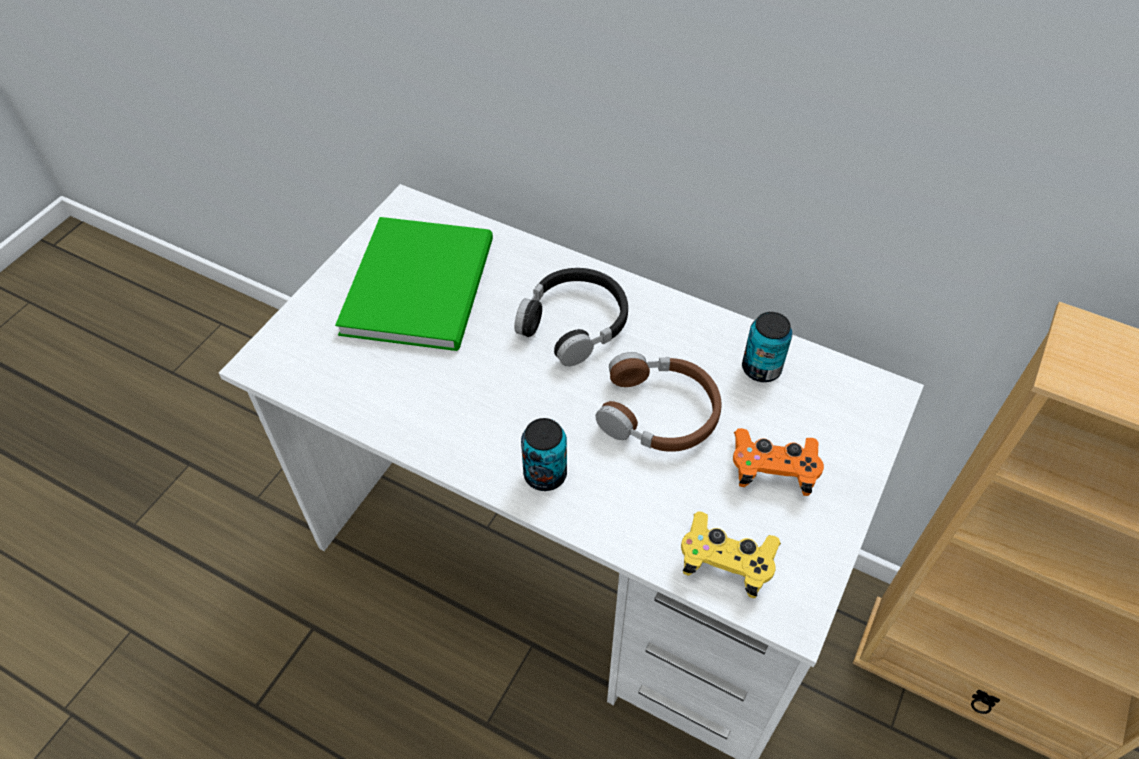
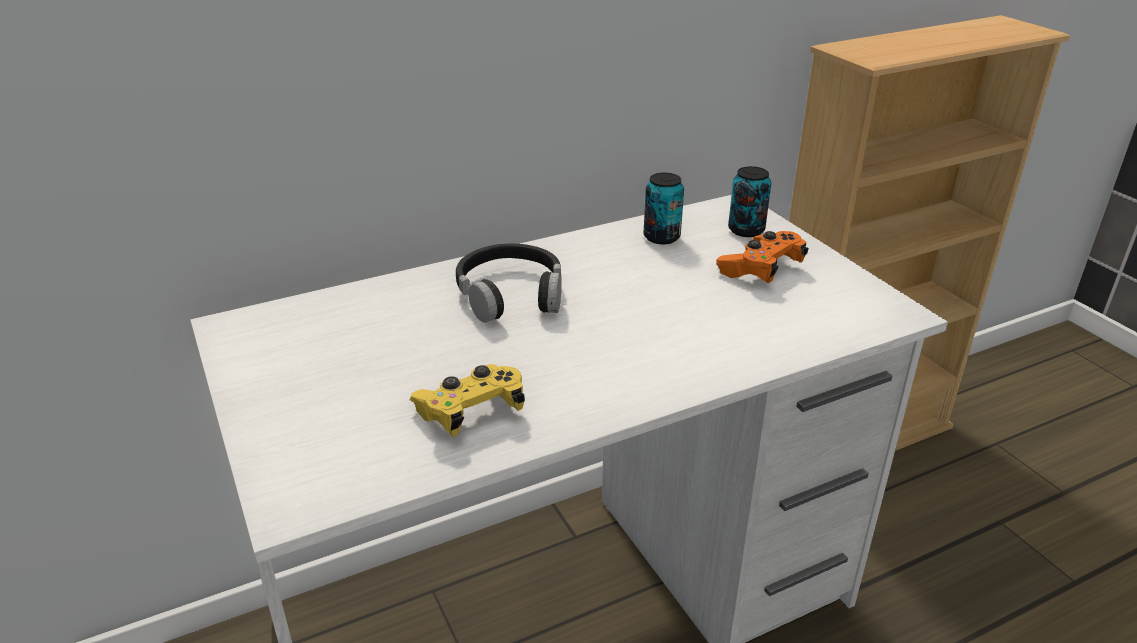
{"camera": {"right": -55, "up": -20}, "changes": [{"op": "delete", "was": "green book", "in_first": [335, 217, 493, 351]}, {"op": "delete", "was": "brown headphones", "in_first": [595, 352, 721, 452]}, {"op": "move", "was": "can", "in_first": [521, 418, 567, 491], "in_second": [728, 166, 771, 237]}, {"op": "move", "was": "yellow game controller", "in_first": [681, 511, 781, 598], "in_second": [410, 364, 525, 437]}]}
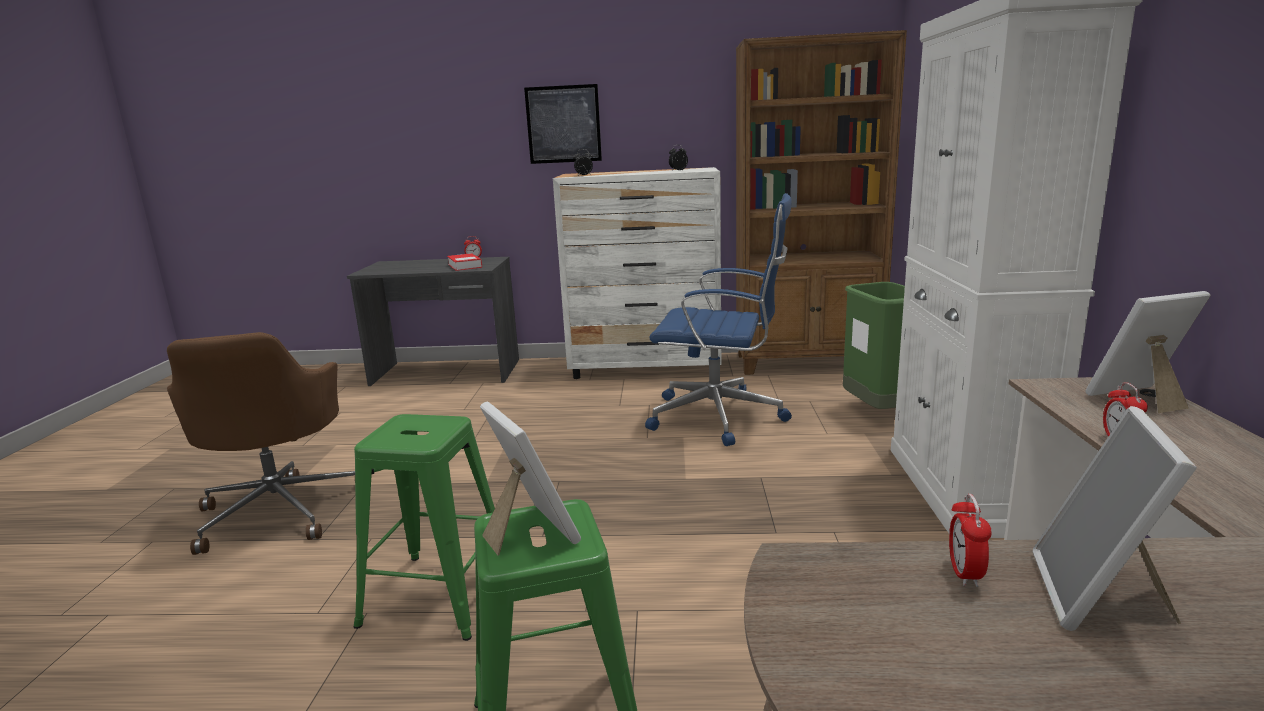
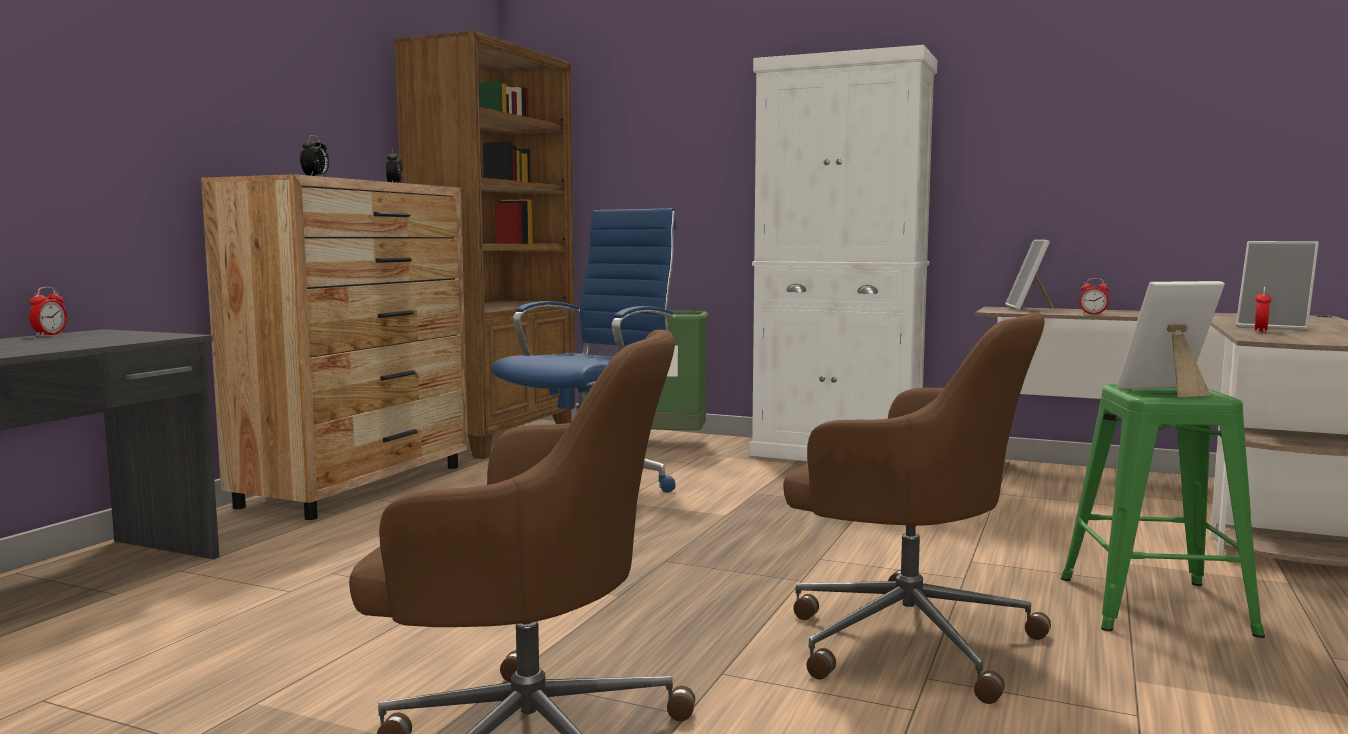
{"camera": {"right": -70, "up": -10}, "changes": [{"op": "delete", "was": "book", "in_first": [447, 253, 482, 271]}, {"op": "delete", "was": "picture", "in_first": [524, 84, 602, 164]}, {"op": "replace", "was": "green stool", "now": "brown office chair", "in_first": [354, 414, 495, 641], "in_second": [783, 312, 1051, 704]}, {"op": "recolor", "was": "white dresser", "now": "brown dresser", "in_first": [553, 167, 721, 379], "in_second": [201, 174, 468, 520]}, {"op": "rotate", "was": "alarm clock", "in_first": [949, 494, 992, 587], "in_second": [1255, 287, 1272, 333], "clockwise": -90}]}
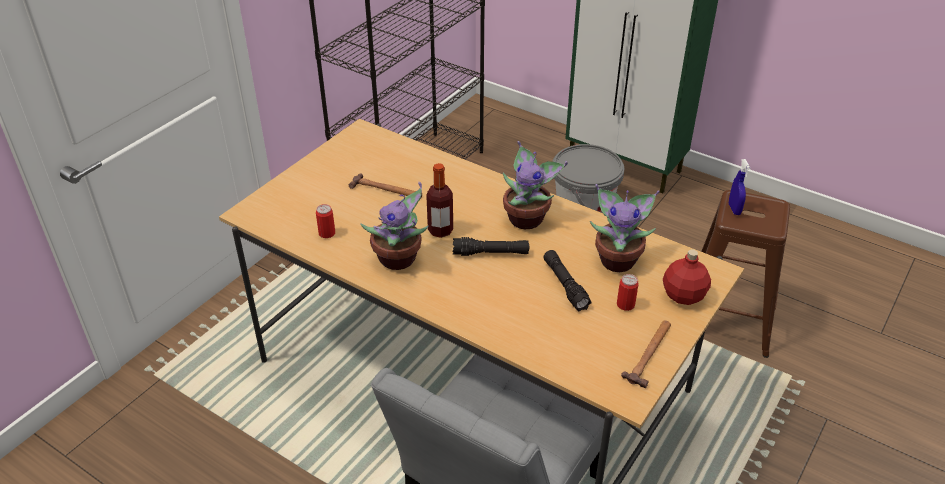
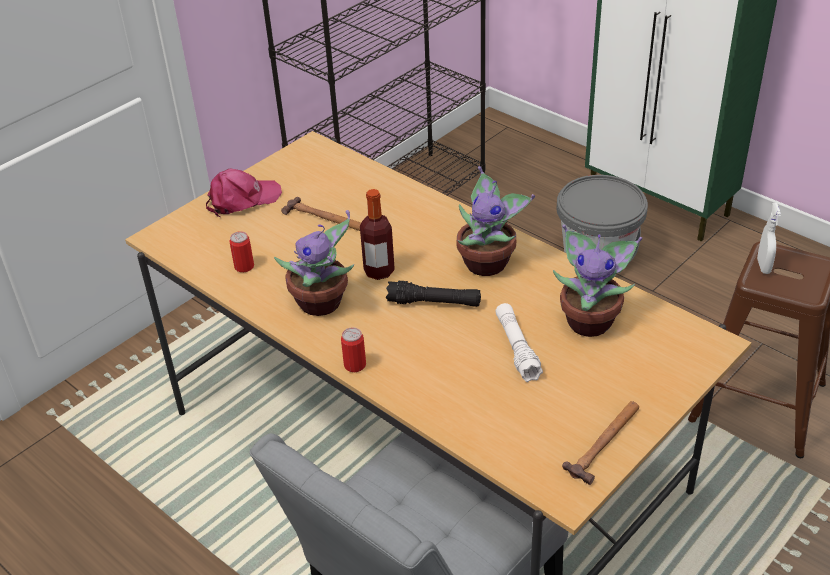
{"camera": {"right": 10, "up": 0}, "changes": [{"op": "delete", "was": "red bottle", "in_first": [663, 249, 711, 305]}, {"op": "insert", "now": "pink cap", "in_second": [206, 168, 282, 217]}, {"op": "move", "was": "can", "in_first": [617, 274, 638, 311], "in_second": [341, 328, 366, 372]}, {"op": "recolor", "was": "black flashlight", "now": "white flashlight", "in_first": [543, 250, 592, 312], "in_second": [496, 303, 543, 382]}, {"op": "recolor", "was": "blue spray bottle", "now": "white spray bottle", "in_first": [729, 159, 750, 215], "in_second": [757, 203, 781, 274]}]}
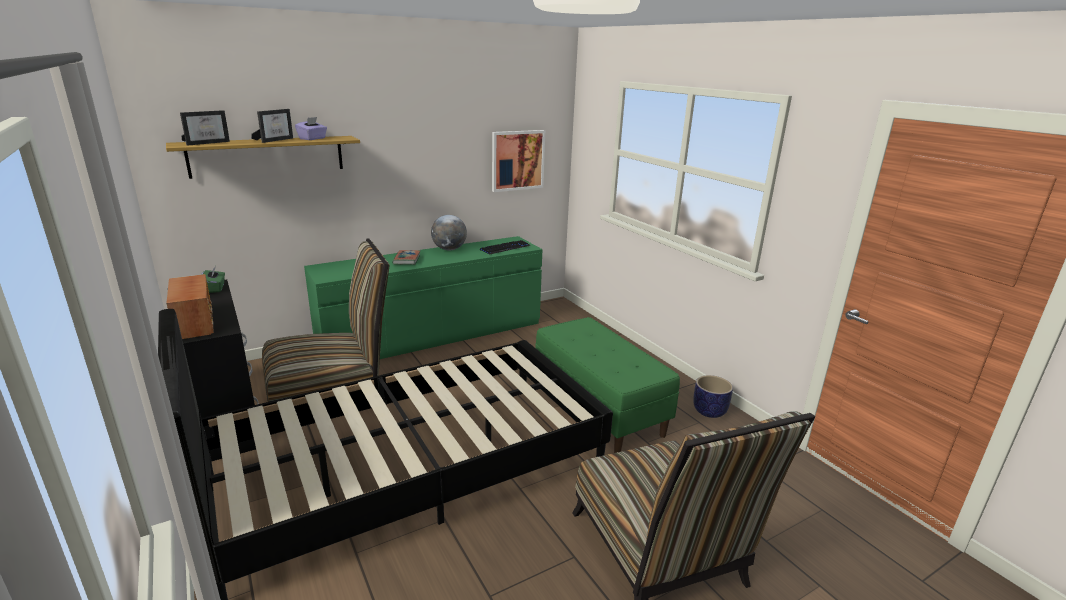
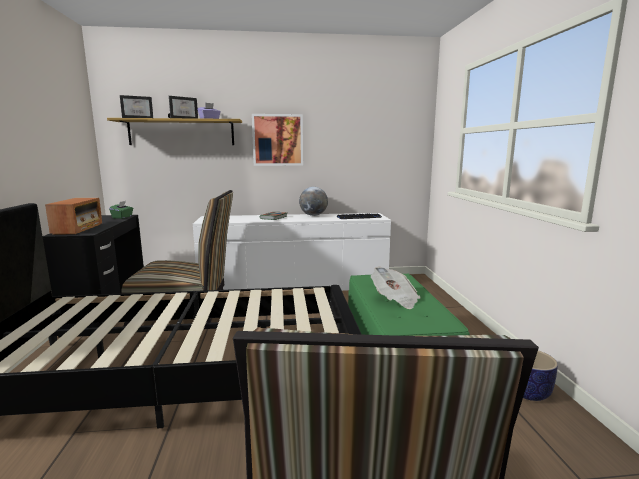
{"camera": {"right": 25, "up": -10}, "changes": [{"op": "insert", "now": "newspaper", "in_second": [371, 267, 420, 309]}, {"op": "move", "was": "picture", "in_first": [492, 130, 545, 192], "in_second": [252, 114, 303, 166]}, {"op": "recolor", "was": "green dresser", "now": "white dresser", "in_first": [304, 236, 542, 359], "in_second": [193, 213, 391, 291]}]}
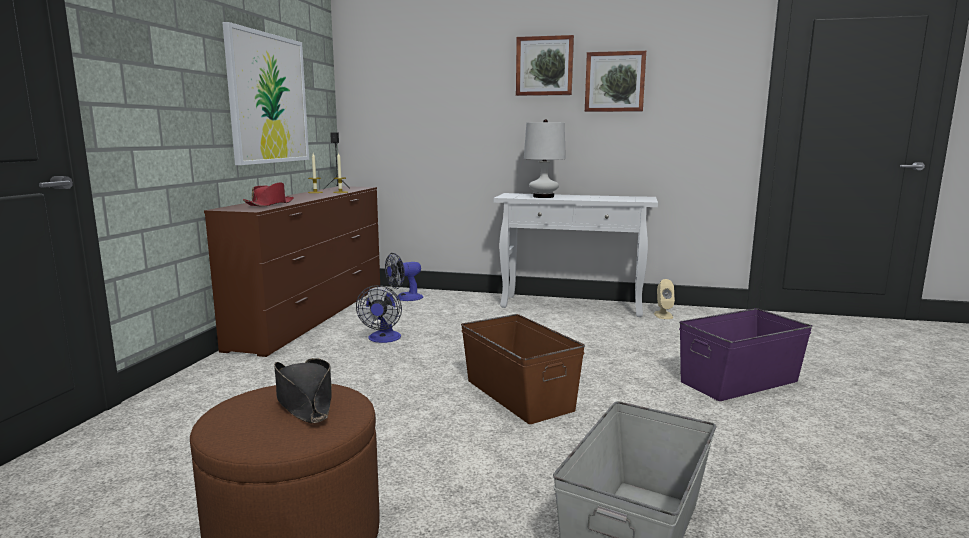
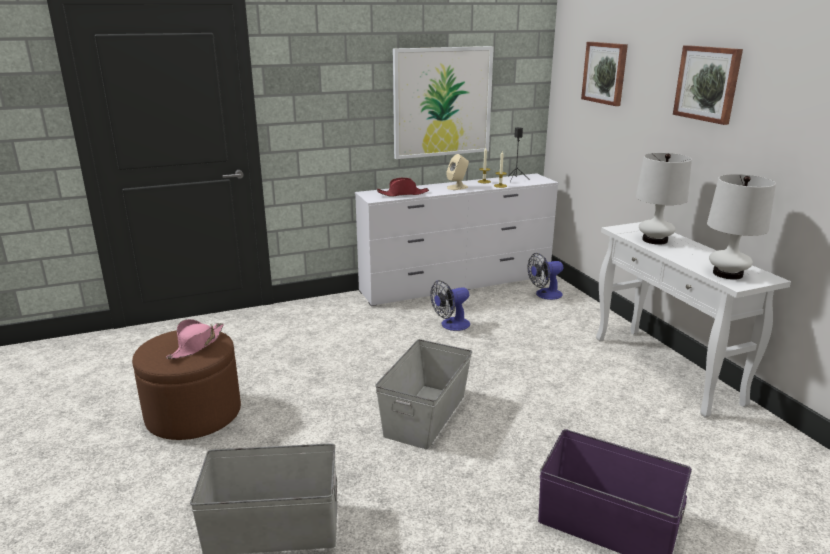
{"camera": {"right": 55, "up": 10}, "changes": [{"op": "insert", "now": "white table lamp", "in_second": [707, 174, 776, 280]}, {"op": "move", "was": "picture", "in_first": [585, 51, 646, 112], "in_second": [581, 42, 628, 106]}, {"op": "move", "was": "beige speaker", "in_first": [654, 279, 675, 319], "in_second": [446, 154, 469, 190]}, {"op": "recolor", "was": "brown dresser", "now": "white dresser", "in_first": [204, 186, 380, 357], "in_second": [355, 173, 559, 306]}, {"op": "recolor", "was": "black hat", "now": "pink hat", "in_first": [274, 358, 332, 423], "in_second": [166, 319, 224, 359]}, {"op": "recolor", "was": "brown storage box", "now": "grey storage box", "in_first": [461, 314, 585, 424], "in_second": [375, 339, 472, 449]}, {"op": "rotate", "was": "fan", "in_first": [385, 253, 423, 301], "in_second": [528, 253, 563, 300], "clockwise": -45}]}
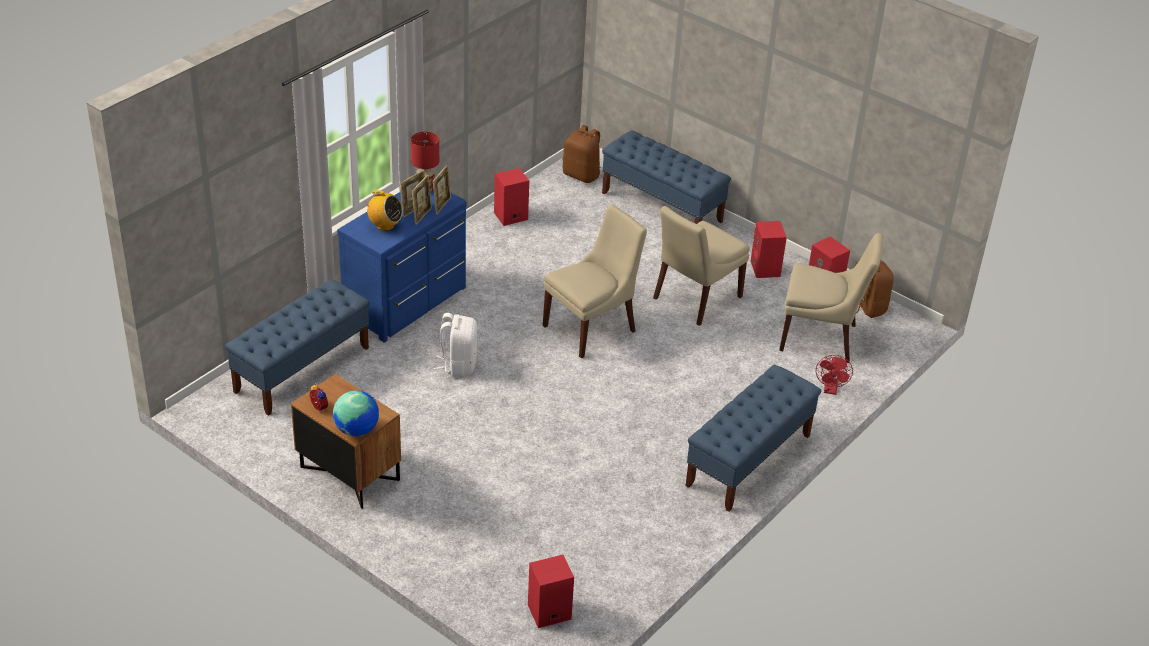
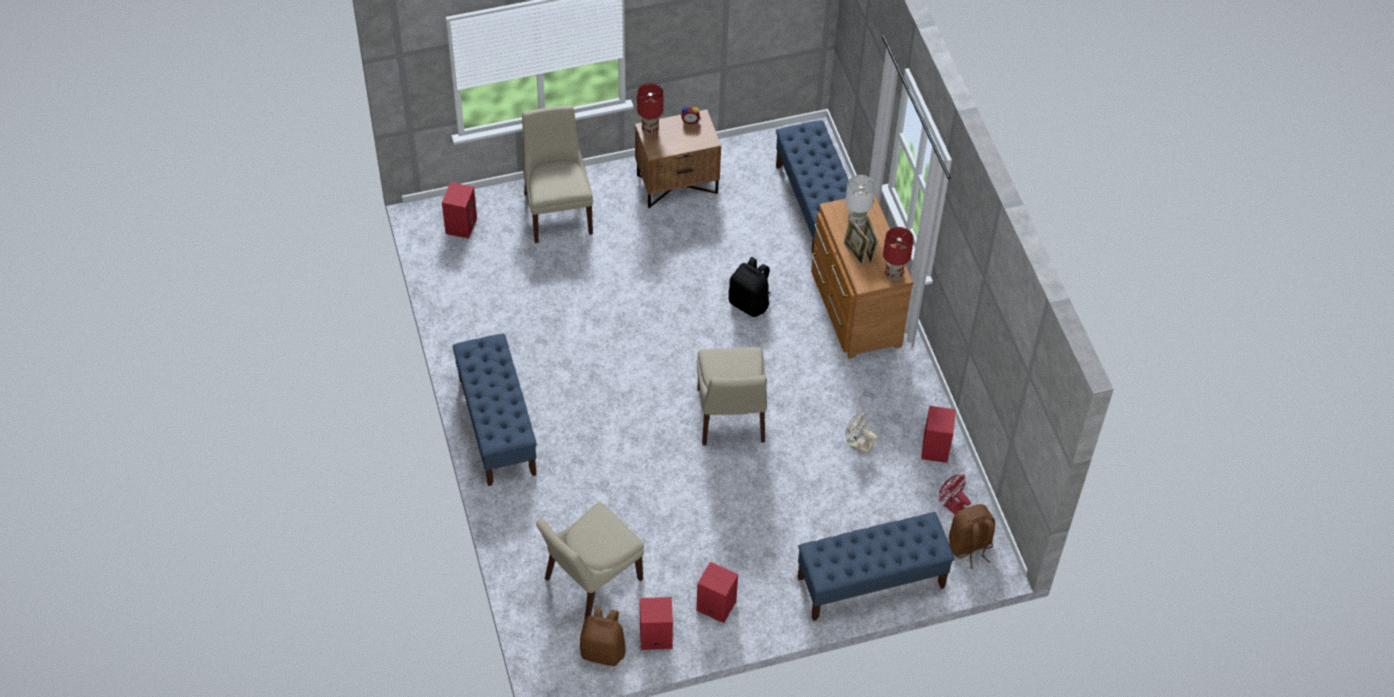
{"camera": {"right": 125, "up": 15}, "changes": [{"op": "delete", "was": "picture frame", "in_first": [433, 164, 451, 215]}, {"op": "insert", "now": "beige fan", "in_second": [845, 412, 878, 454]}, {"op": "move", "was": "beige chair", "in_first": [653, 206, 750, 326], "in_second": [522, 105, 593, 243]}, {"op": "move", "was": "red fan", "in_first": [816, 355, 853, 395], "in_second": [939, 475, 971, 514]}, {"op": "replace", "was": "globe", "now": "red table lamp", "in_first": [333, 391, 379, 437], "in_second": [637, 83, 664, 136]}, {"op": "replace", "was": "radio", "now": "white table lamp", "in_first": [363, 190, 403, 231], "in_second": [845, 175, 875, 228]}, {"op": "recolor", "was": "blue dresser", "now": "brown dresser", "in_first": [337, 190, 467, 343], "in_second": [811, 193, 914, 359]}, {"op": "recolor", "was": "white backpack", "now": "black backpack", "in_first": [433, 313, 477, 377], "in_second": [728, 257, 770, 317]}]}
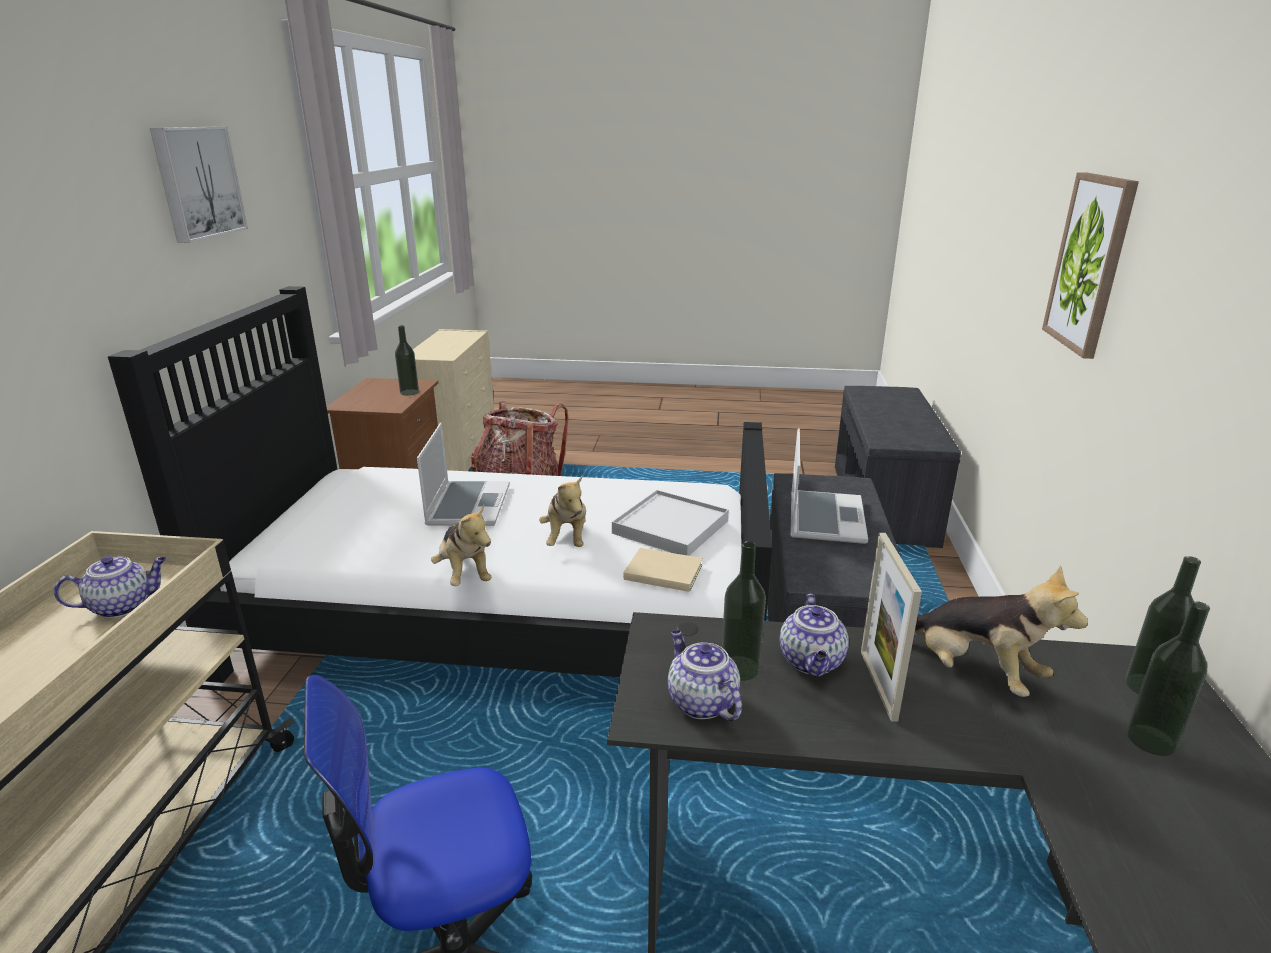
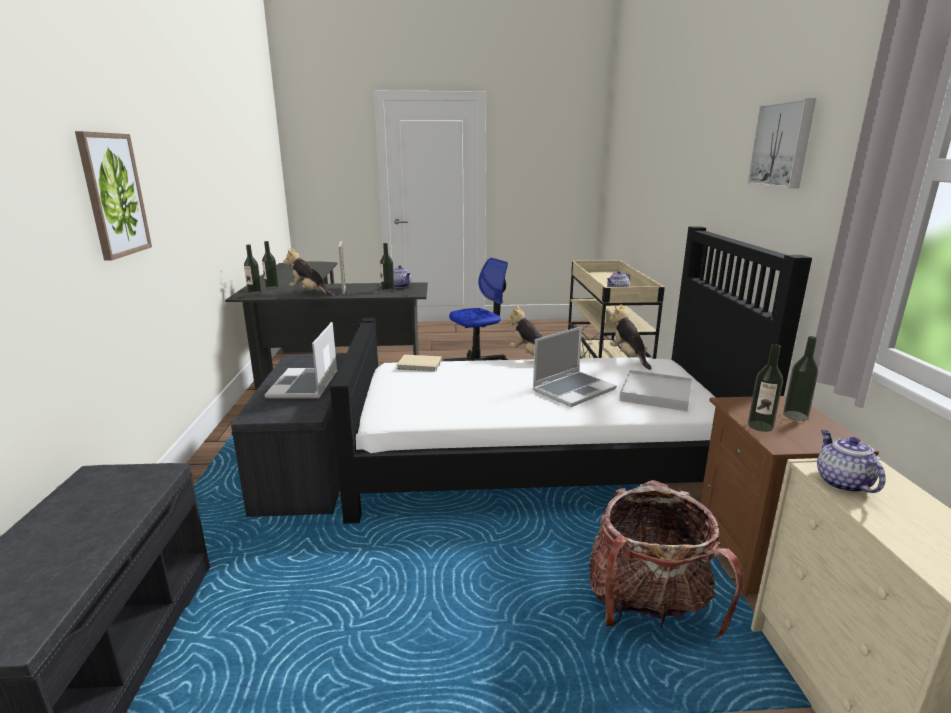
{"camera": {"right": 170, "up": -5}, "changes": [{"op": "insert", "now": "bottle", "in_second": [783, 336, 818, 421]}, {"op": "move", "was": "plush toy", "in_first": [539, 476, 586, 547], "in_second": [609, 304, 651, 370]}, {"op": "move", "was": "white tray", "in_first": [612, 490, 729, 556], "in_second": [619, 370, 692, 411]}, {"op": "move", "was": "teapot", "in_first": [780, 594, 849, 677], "in_second": [817, 430, 886, 493]}, {"op": "rotate", "was": "laptop", "in_first": [417, 423, 510, 526], "in_second": [532, 326, 617, 407], "clockwise": -120}]}
